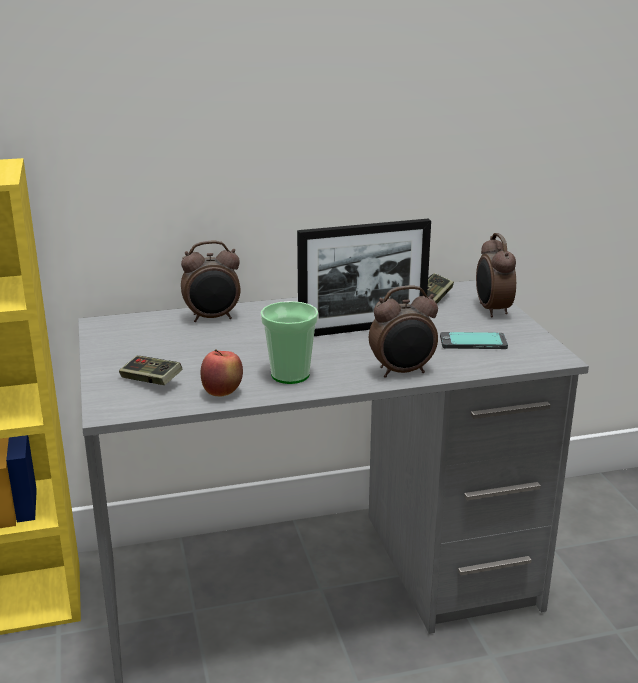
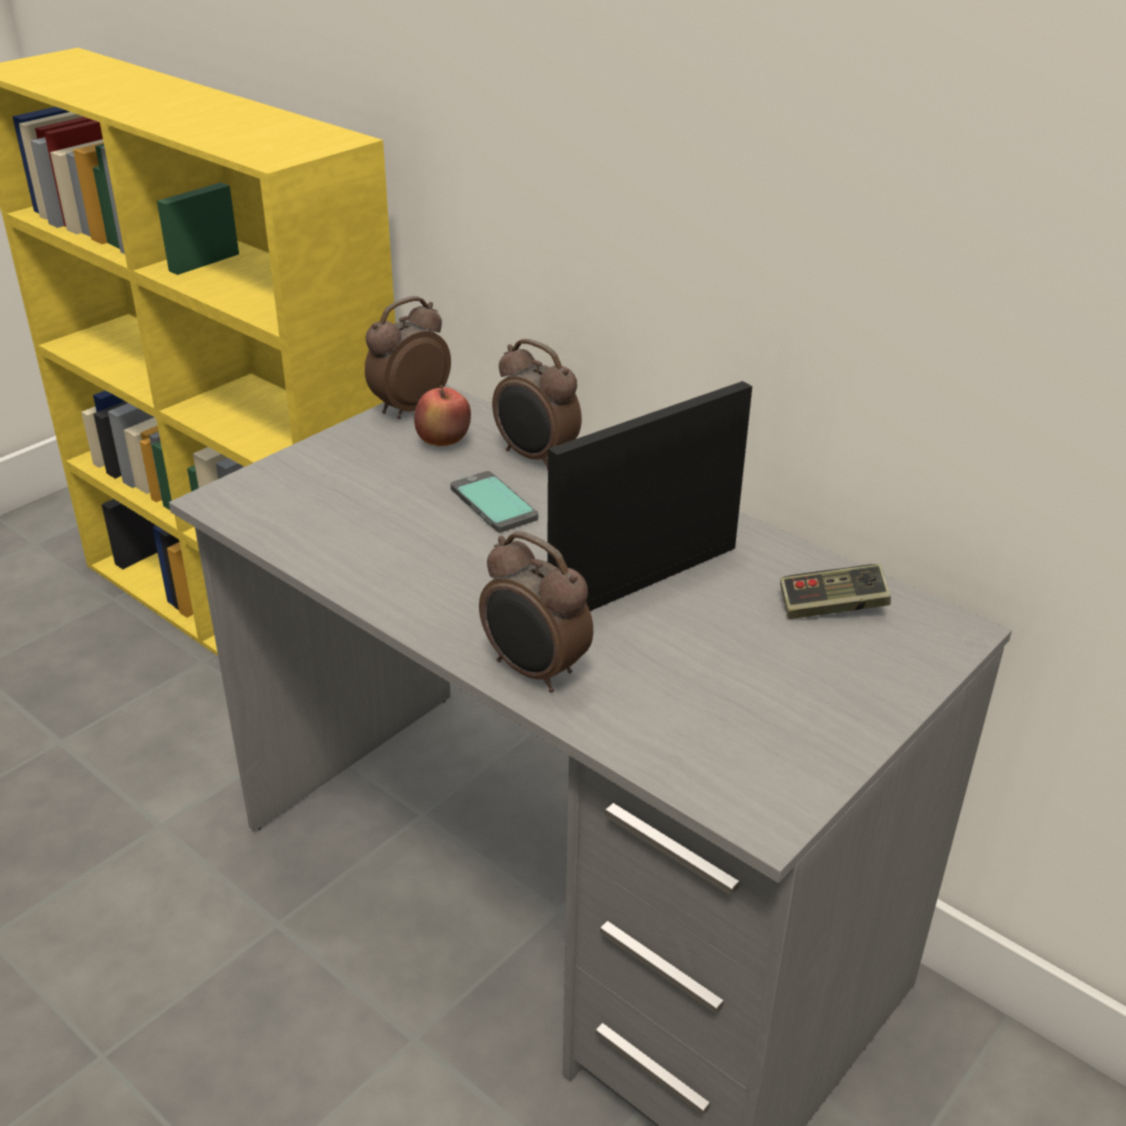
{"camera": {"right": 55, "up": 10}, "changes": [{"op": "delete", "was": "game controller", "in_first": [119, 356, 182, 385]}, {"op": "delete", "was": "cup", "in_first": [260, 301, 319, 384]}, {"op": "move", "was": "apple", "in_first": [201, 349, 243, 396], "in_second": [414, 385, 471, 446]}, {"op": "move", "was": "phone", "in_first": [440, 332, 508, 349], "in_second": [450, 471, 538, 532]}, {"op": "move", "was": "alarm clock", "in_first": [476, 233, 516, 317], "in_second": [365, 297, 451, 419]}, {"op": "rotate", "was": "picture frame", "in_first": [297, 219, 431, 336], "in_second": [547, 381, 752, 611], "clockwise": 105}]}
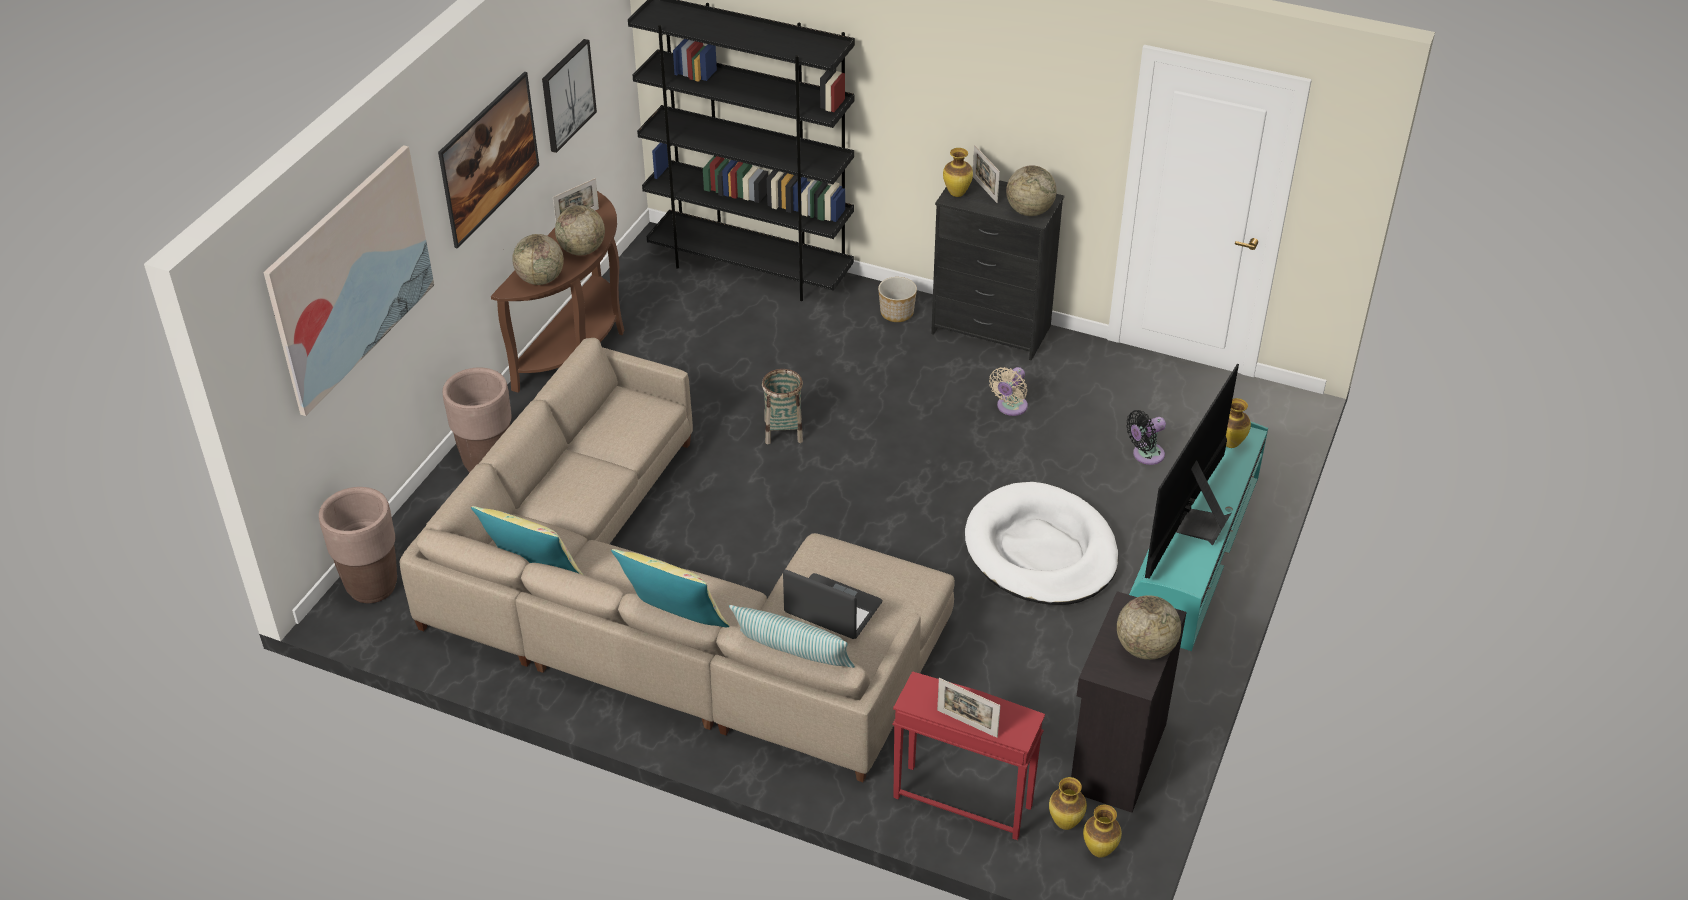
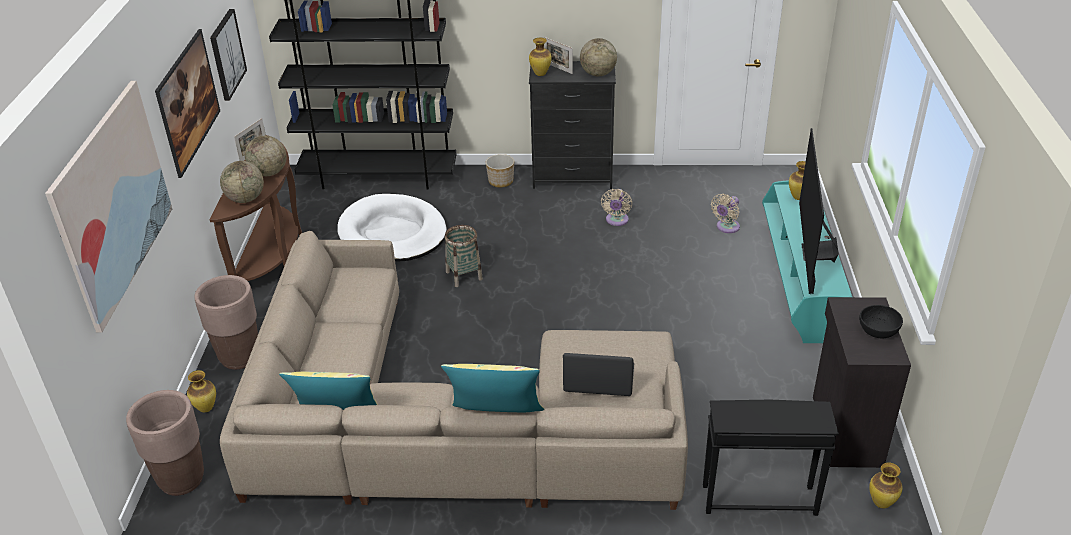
{"camera": {"right": -20, "up": -5}, "changes": [{"op": "delete", "was": "pillow", "in_first": [729, 605, 855, 668]}, {"op": "delete", "was": "picture frame", "in_first": [937, 678, 1000, 738]}, {"op": "move", "was": "white dog bed", "in_first": [965, 482, 1118, 605], "in_second": [337, 194, 447, 262]}, {"op": "move", "was": "vase", "in_first": [1049, 777, 1087, 830], "in_second": [187, 370, 216, 412]}, {"op": "replace", "was": "globe", "now": "black bowl", "in_first": [1117, 595, 1181, 660], "in_second": [859, 305, 903, 338]}, {"op": "recolor", "was": "red side table", "now": "black side table", "in_first": [893, 671, 1045, 840], "in_second": [703, 400, 839, 516]}, {"op": "recolor", "was": "black fan", "now": "beige fan", "in_first": [1126, 410, 1166, 465], "in_second": [711, 194, 740, 233]}]}
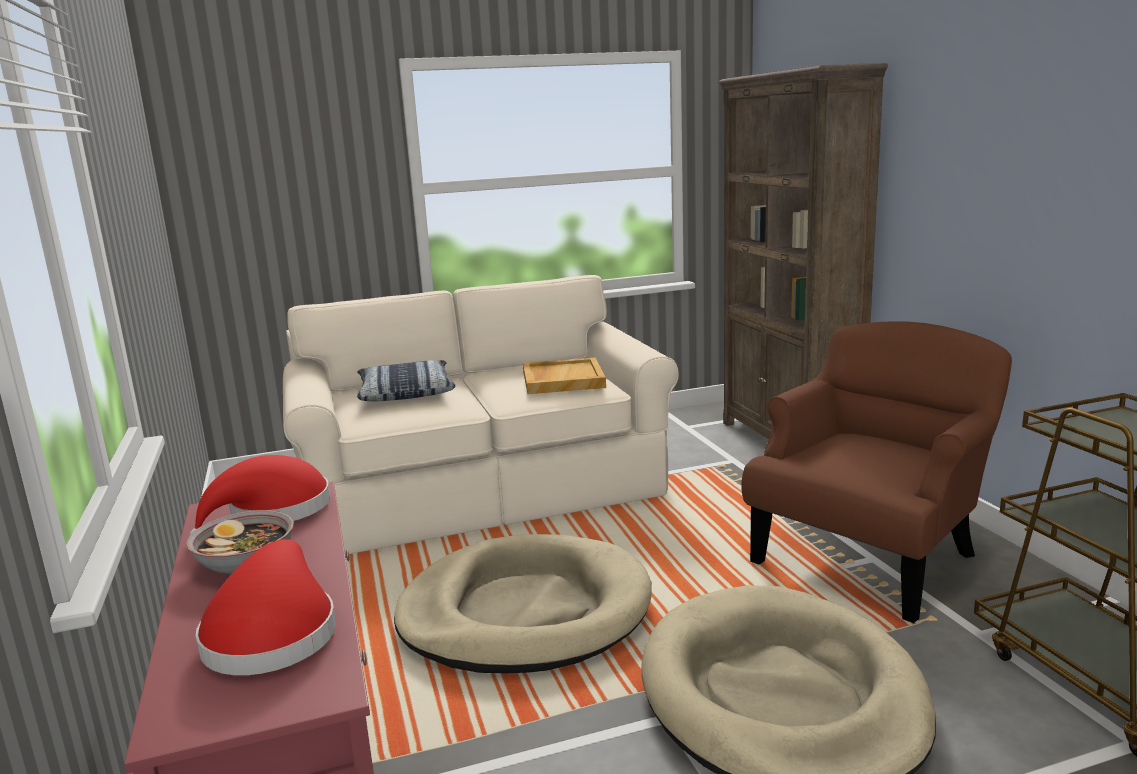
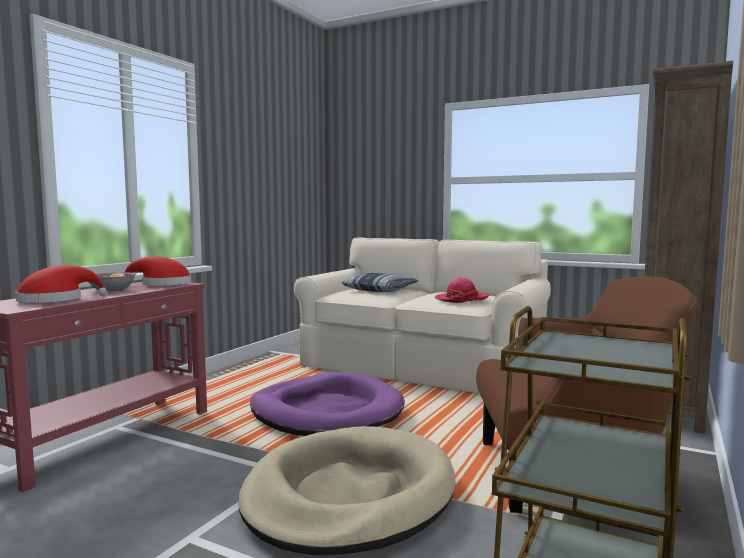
{"camera": {"right": 45, "up": -10}, "changes": [{"op": "replace", "was": "beige tray", "now": "hat", "in_first": [523, 357, 606, 394], "in_second": [435, 278, 490, 303]}, {"op": "recolor", "was": "beige dog bed", "now": "purple dog bed", "in_first": [394, 534, 652, 673], "in_second": [250, 372, 405, 436]}]}
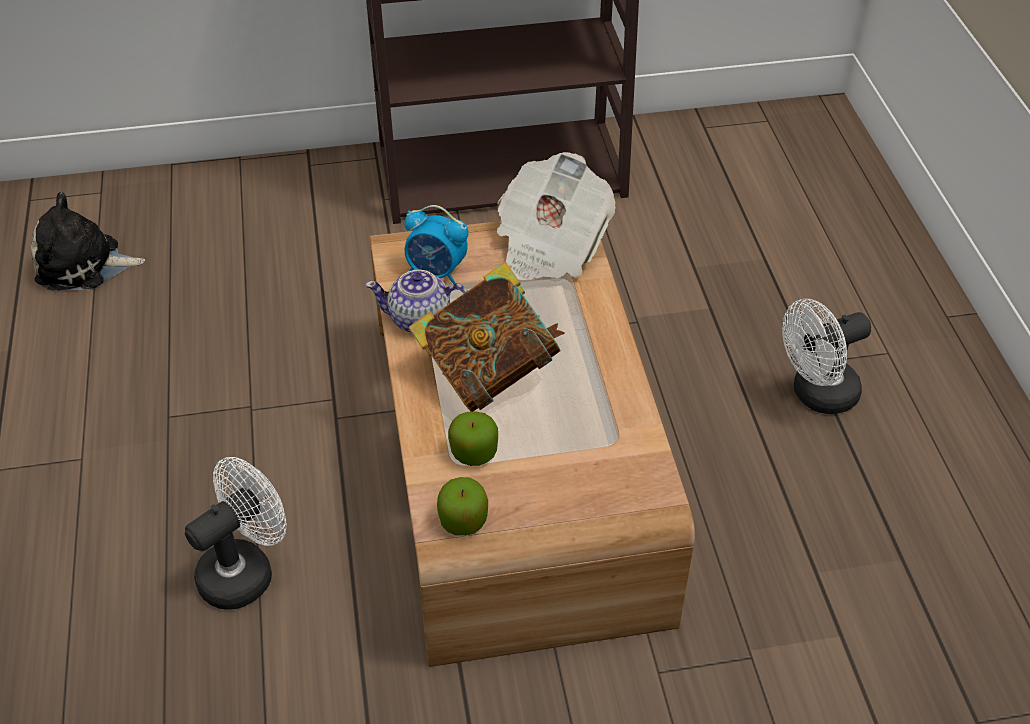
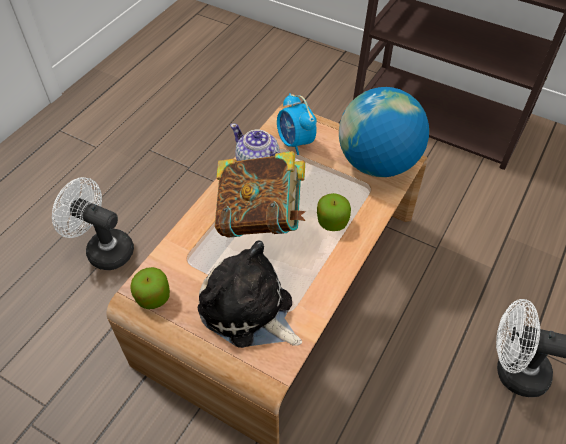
{"camera": {"right": 40, "up": 5}, "changes": [{"op": "move", "was": "plush toy", "in_first": [31, 192, 145, 291], "in_second": [198, 240, 302, 348]}, {"op": "move", "was": "apple", "in_first": [448, 412, 498, 466], "in_second": [317, 193, 351, 231]}, {"op": "replace", "was": "newspaper", "now": "globe", "in_first": [497, 152, 616, 280], "in_second": [339, 87, 429, 177]}, {"op": "rotate", "was": "white fan", "in_first": [185, 457, 287, 610], "in_second": [52, 177, 134, 270], "clockwise": -150}]}
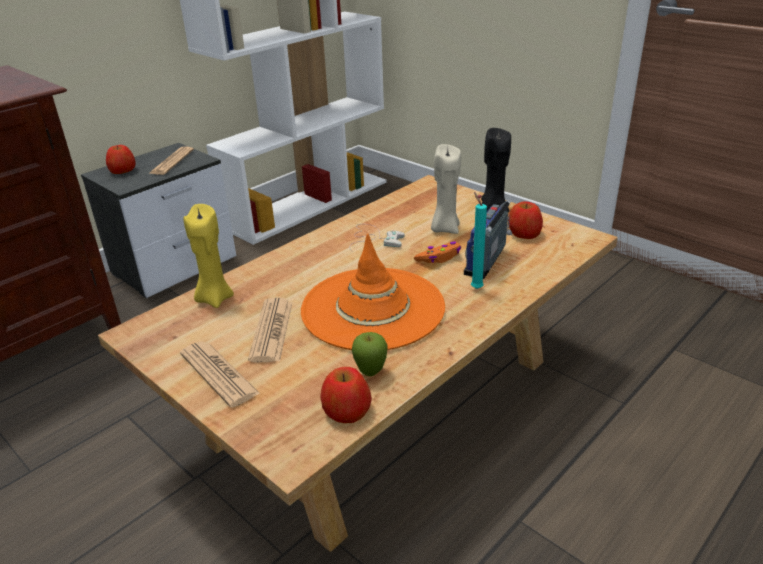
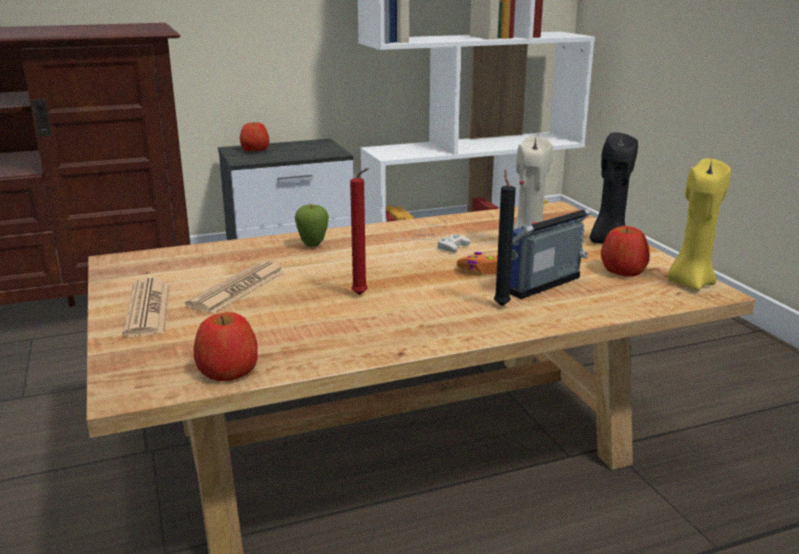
{"camera": {"right": 25, "up": -10}, "changes": [{"op": "delete", "was": "newspaper", "in_first": [149, 146, 194, 175]}, {"op": "move", "was": "yellow candle", "in_first": [183, 204, 234, 308], "in_second": [667, 158, 731, 290]}, {"op": "move", "was": "apple", "in_first": [352, 332, 387, 376], "in_second": [295, 204, 329, 247]}, {"op": "replace", "was": "orange hat", "now": "red candle", "in_first": [301, 234, 445, 350], "in_second": [350, 168, 369, 295]}, {"op": "recolor", "was": "turquoise candle", "now": "black candle", "in_first": [471, 192, 487, 289], "in_second": [494, 170, 516, 306]}]}
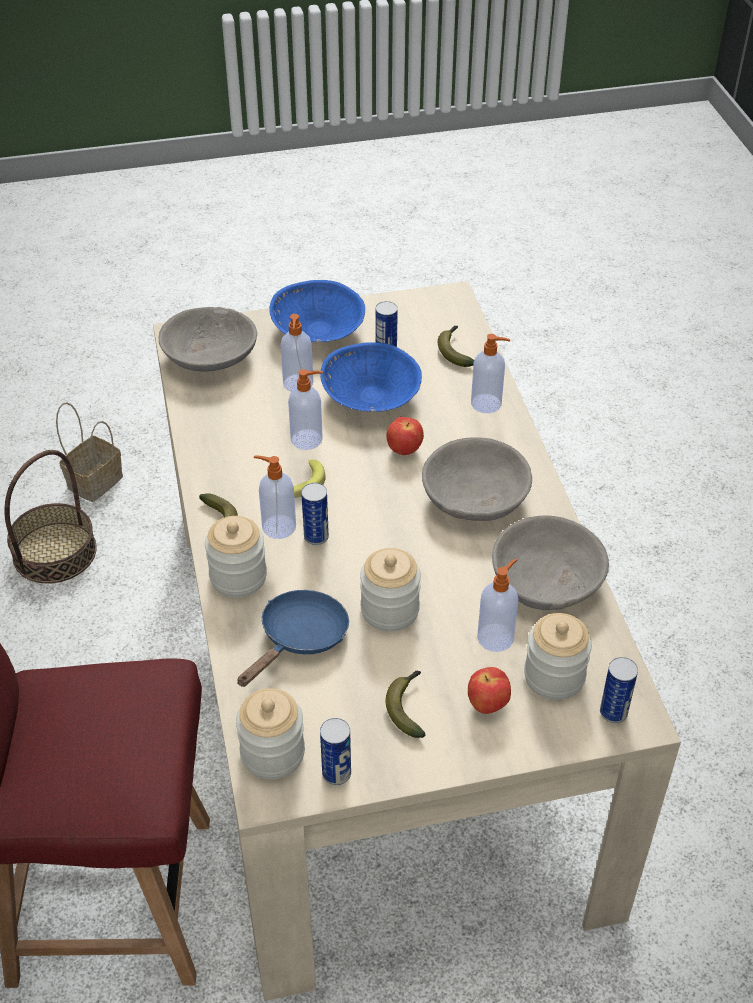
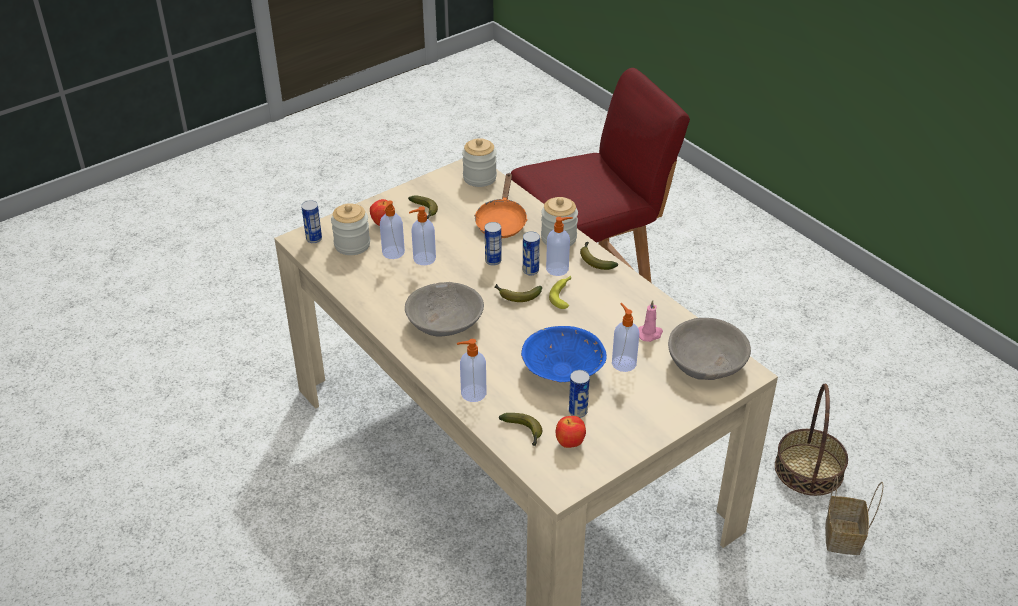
{"camera": {"right": 155, "up": -5}, "changes": [{"op": "delete", "was": "blue bowl", "in_first": [269, 280, 365, 342]}, {"op": "delete", "was": "jar", "in_first": [360, 548, 421, 632]}, {"op": "delete", "was": "grey bowl", "in_first": [492, 515, 609, 610]}, {"op": "insert", "now": "banana", "in_second": [495, 284, 542, 302]}, {"op": "insert", "now": "pink candle", "in_second": [638, 300, 663, 342]}, {"op": "move", "was": "soap dispenser", "in_first": [288, 369, 323, 450], "in_second": [409, 206, 436, 265]}, {"op": "move", "was": "can", "in_first": [320, 718, 351, 785], "in_second": [485, 222, 501, 266]}, {"op": "move", "was": "apple", "in_first": [386, 417, 424, 455], "in_second": [556, 416, 586, 448]}, {"op": "recolor", "was": "blue frying pan", "now": "orange frying pan", "in_first": [237, 590, 349, 687], "in_second": [474, 173, 528, 238]}]}
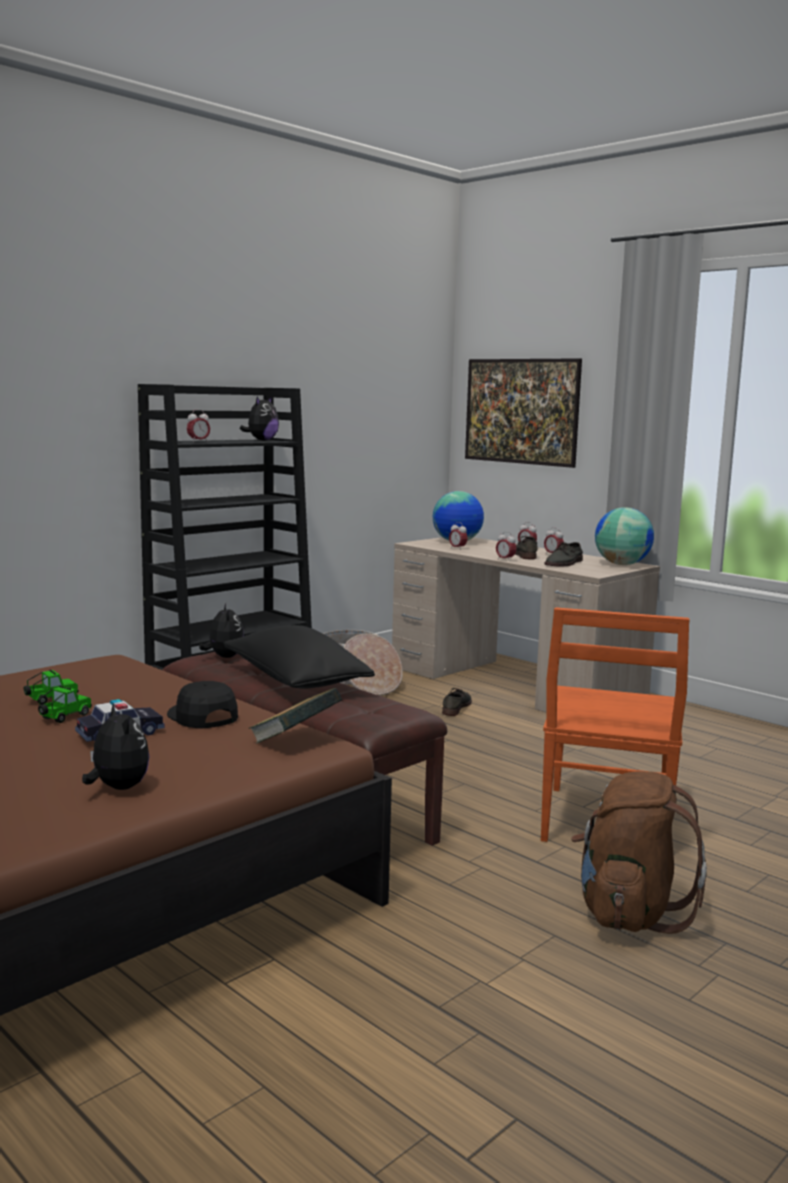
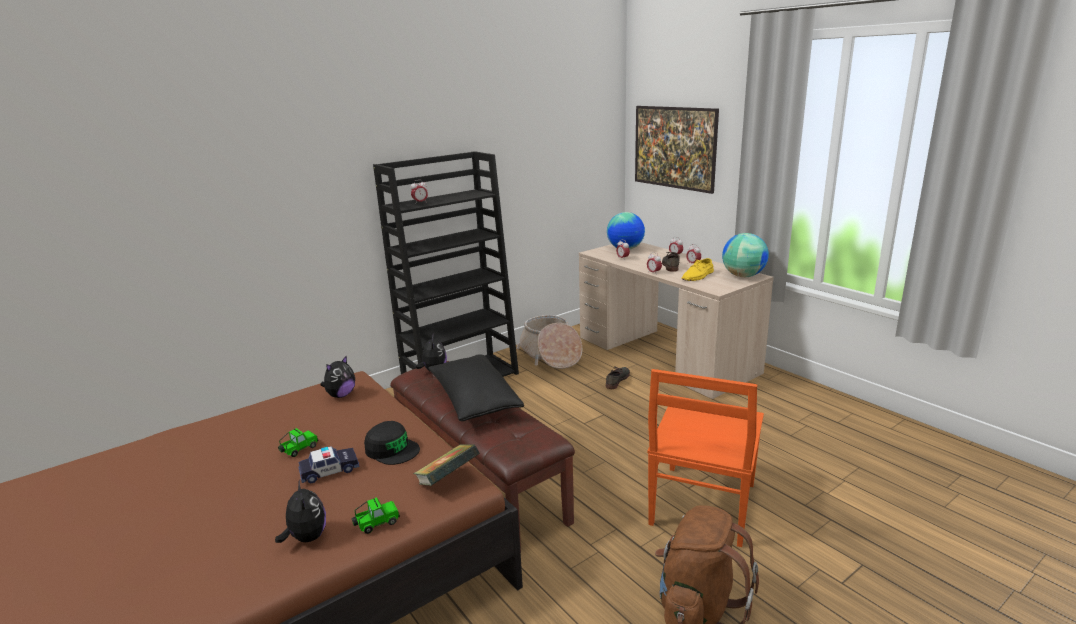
{"camera": {"right": 10, "up": 10}, "changes": [{"op": "move", "was": "toy car", "in_first": [23, 670, 79, 705], "in_second": [352, 497, 400, 534]}, {"op": "move", "was": "plush toy", "in_first": [240, 397, 279, 441], "in_second": [321, 355, 355, 398]}, {"op": "recolor", "was": "grey shoe", "now": "yellow shoe", "in_first": [544, 542, 583, 567], "in_second": [682, 258, 714, 281]}, {"op": "rotate", "was": "black cap", "in_first": [167, 681, 238, 728], "in_second": [364, 421, 420, 465], "clockwise": 150}]}
